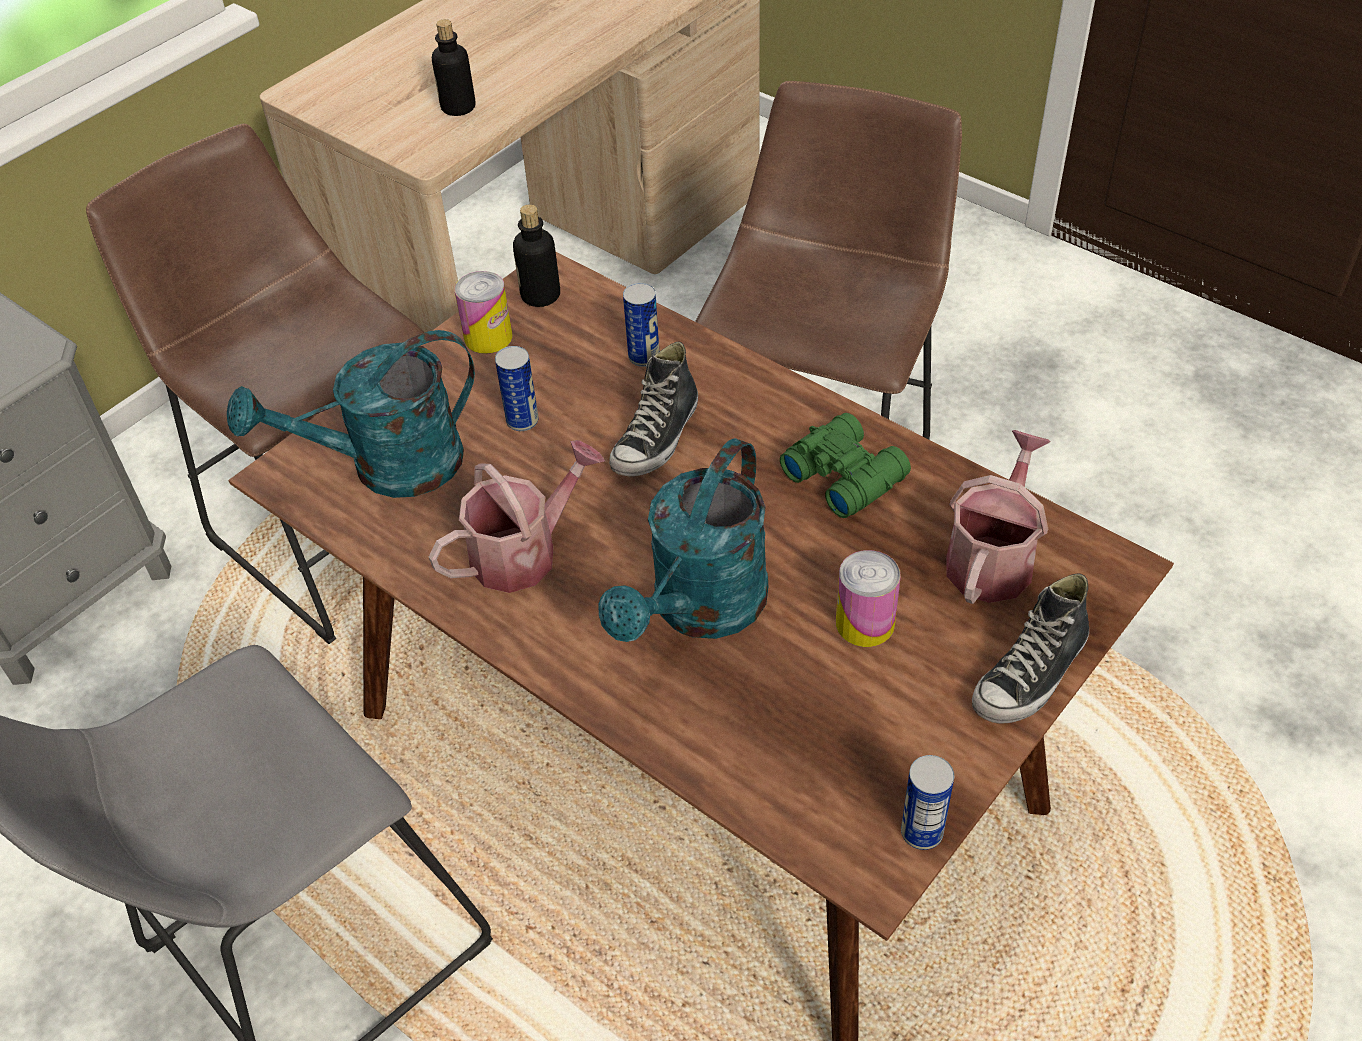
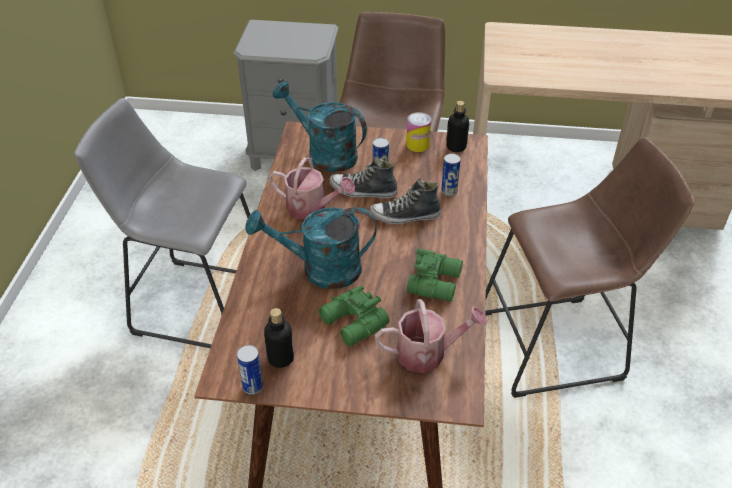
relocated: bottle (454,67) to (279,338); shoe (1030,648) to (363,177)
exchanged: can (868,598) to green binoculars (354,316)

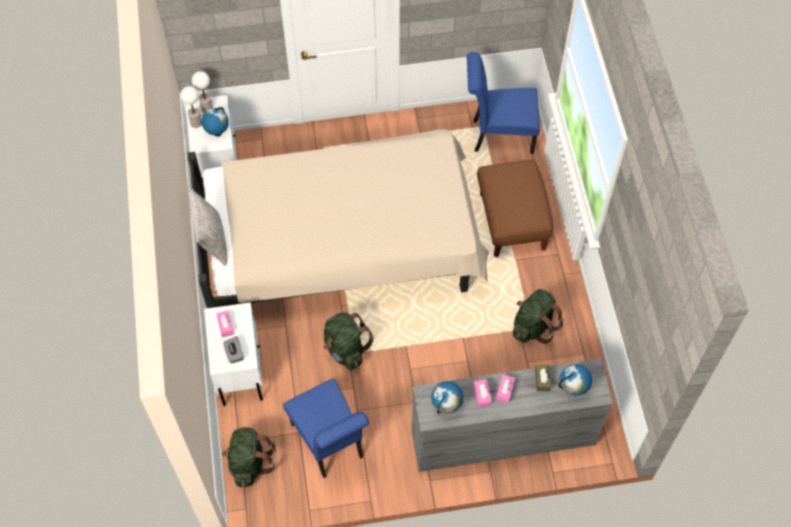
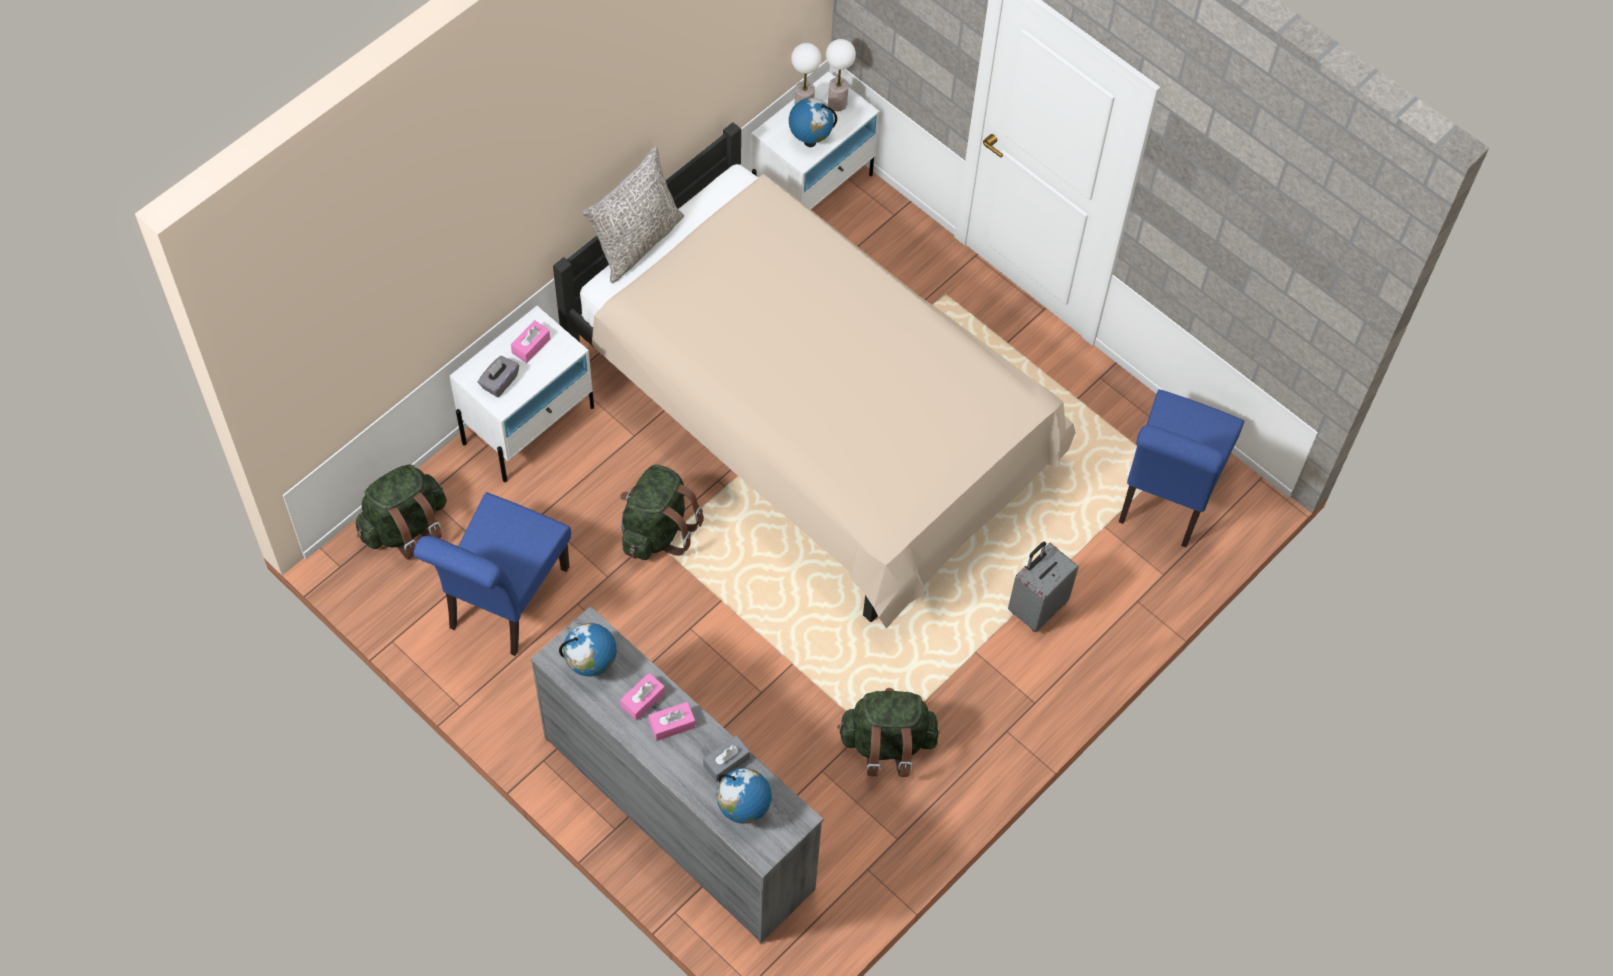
exchanged: brown ottoman (515,208) to grey suitcase (1043,586)
colour: brown tissue box (543,378) to grey tissue box (726,758)
spun: blue chair (503,103) = (1181,468) 120 degrees counterclockwise

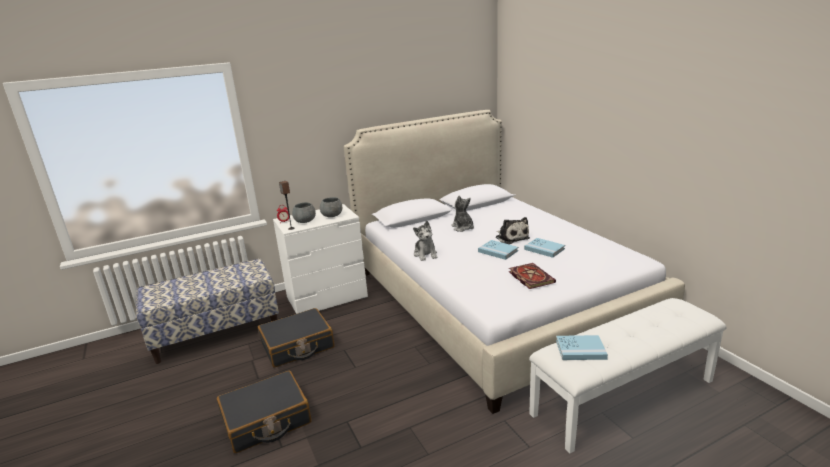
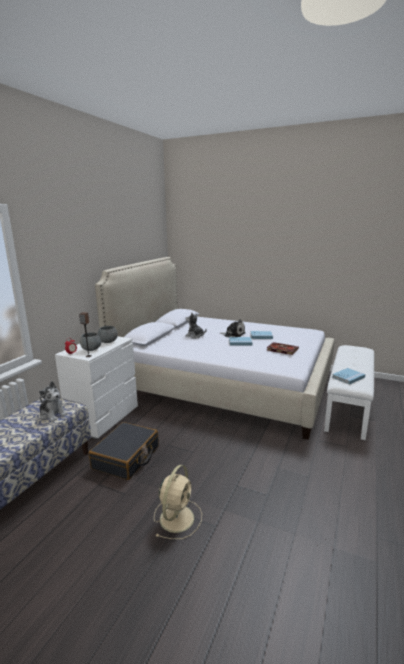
relocated: plush toy (425,241) to (53,401)
exchanged: black suitcase (264,412) to beige fan (178,502)

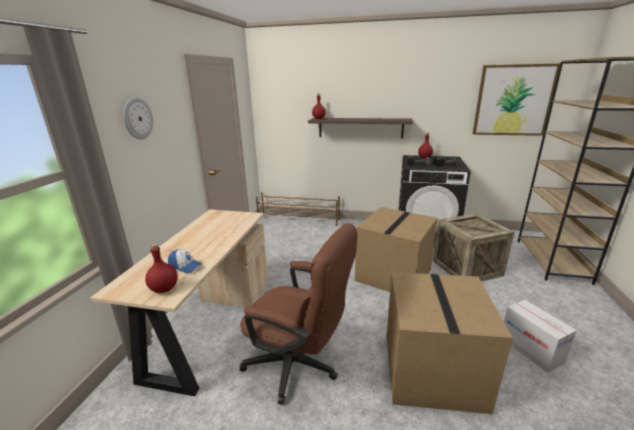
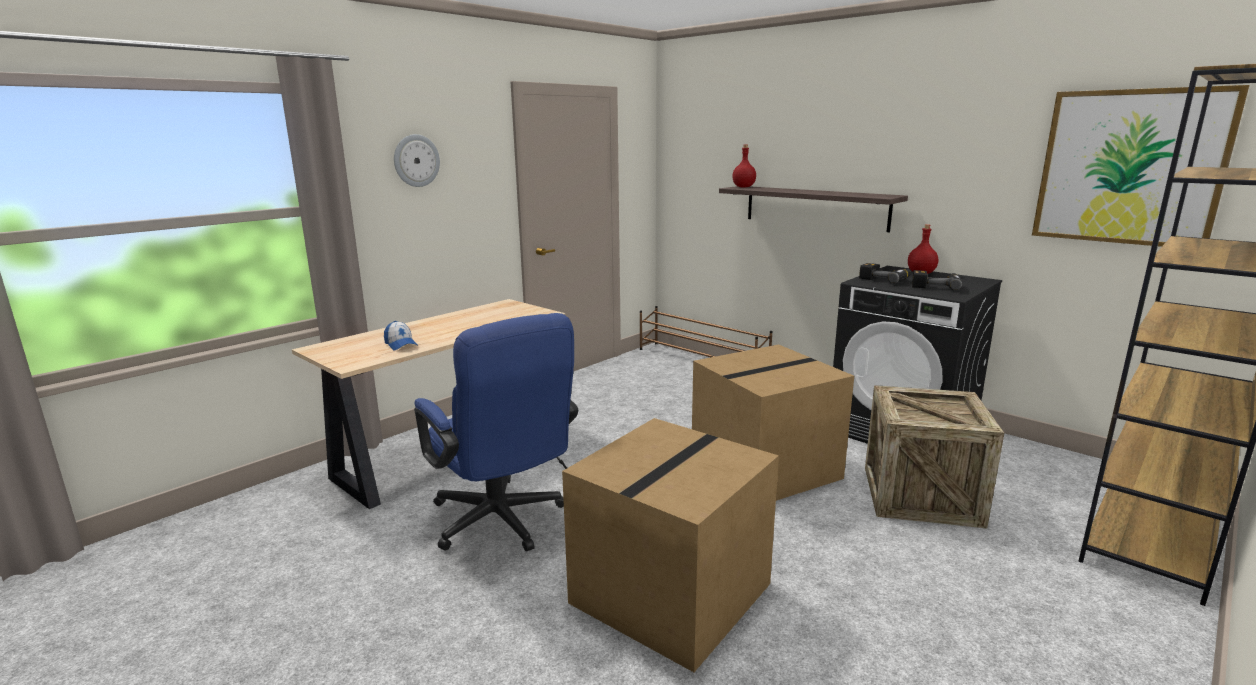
missing: red bottle (161,268); cardboard box (540,336)
colour: brown office chair (298,314) to blue office chair (496,432)

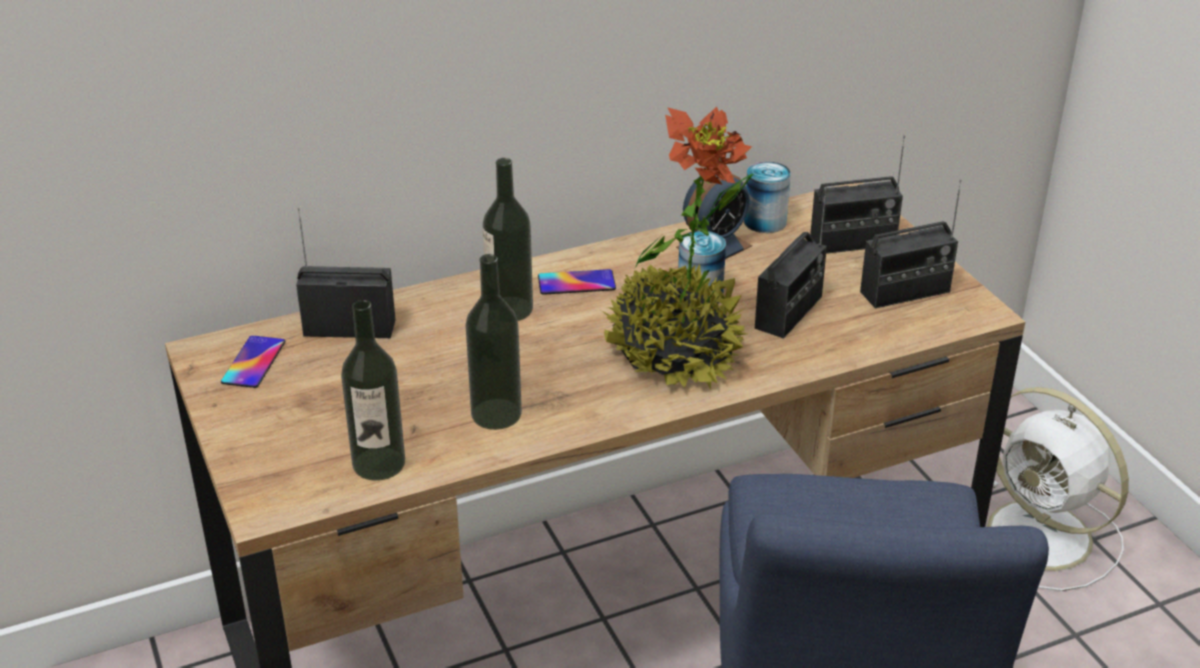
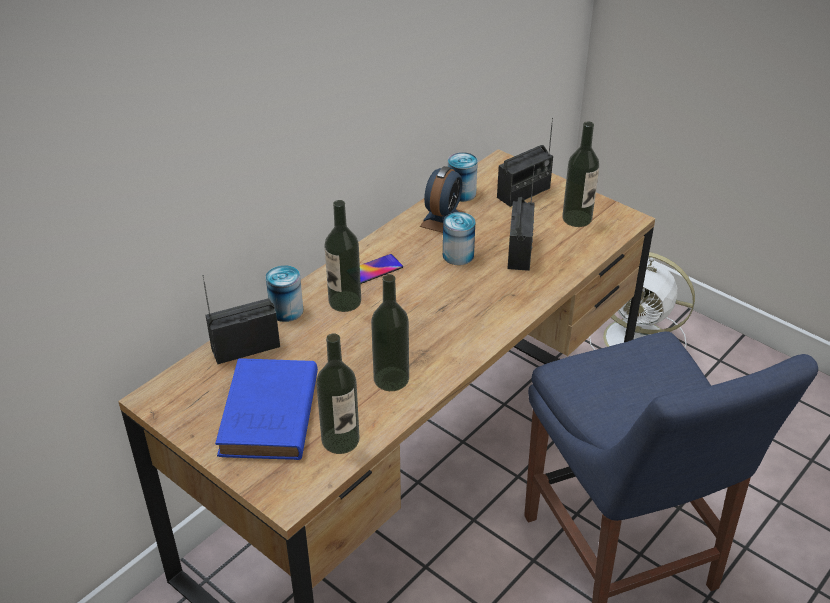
missing: potted plant (677,248); phone (253,362)
appeared: can (284,293); blue book (266,409)
exchanged: radio (910,244) to bottle (580,174)

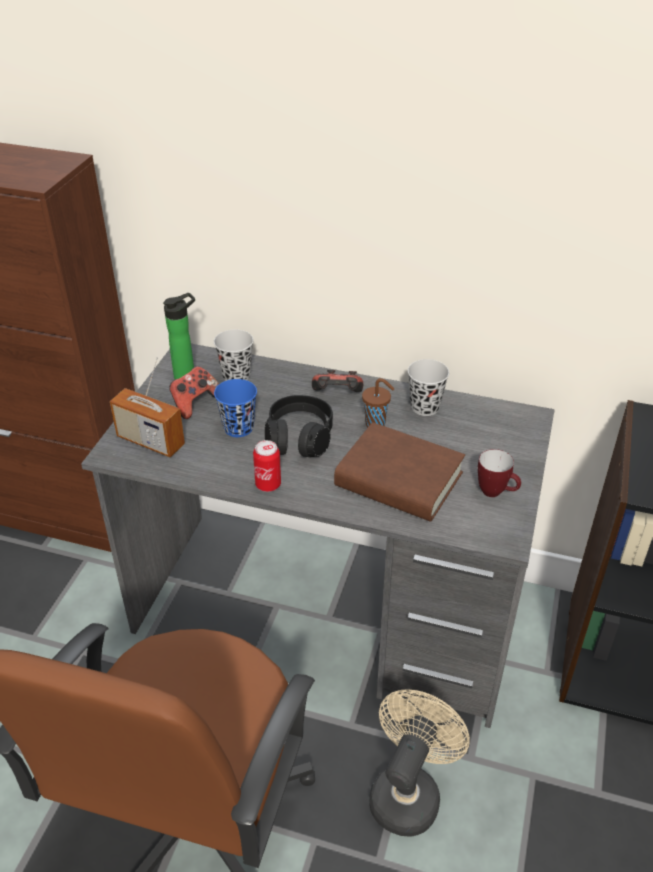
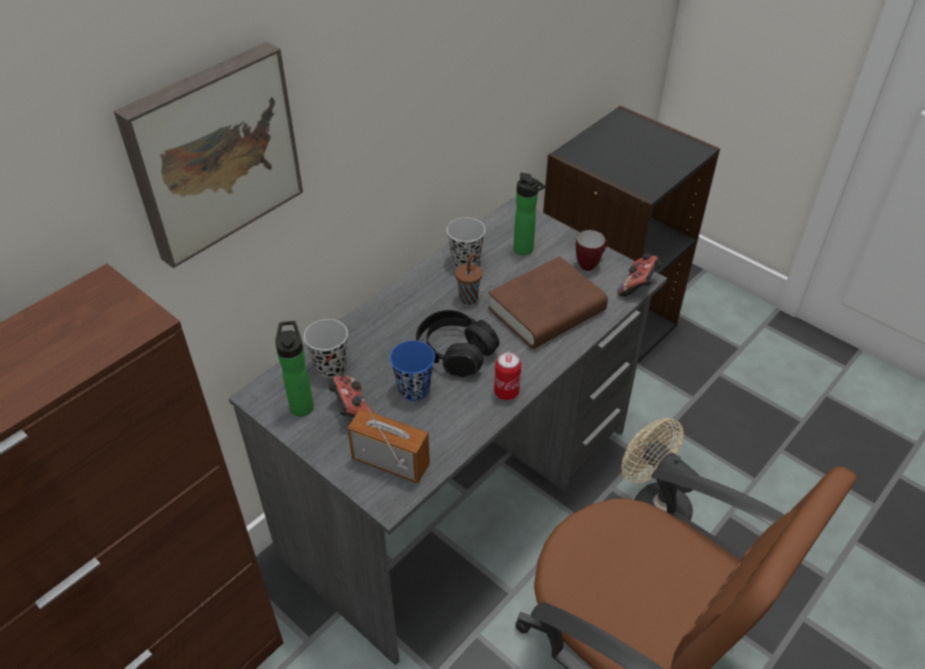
appeared: picture (208,155); bottle (529,214)
relocated: game controller (337,381) to (639,275)
spun: radio (147,407) = (388,441) 120 degrees counterclockwise

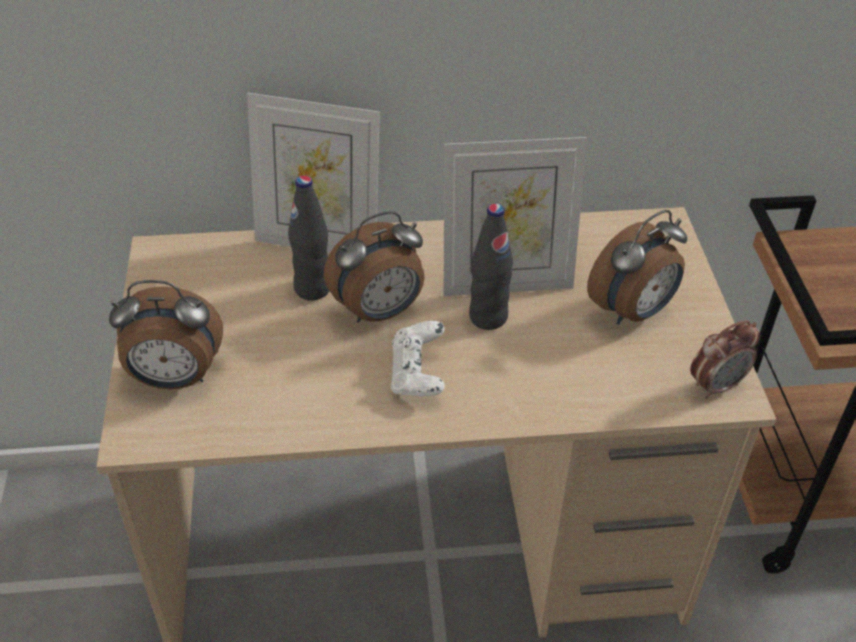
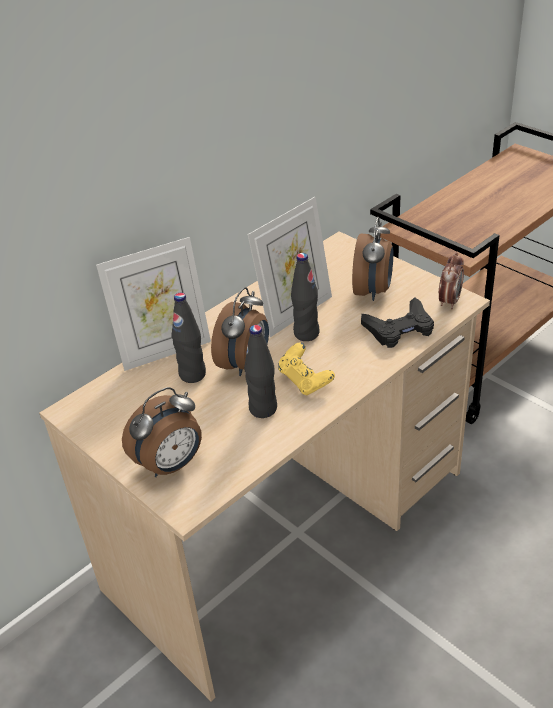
appeared: black game controller (397,322); black bottle (260,371)
colour: white game controller (418,358) to yellow game controller (306,368)

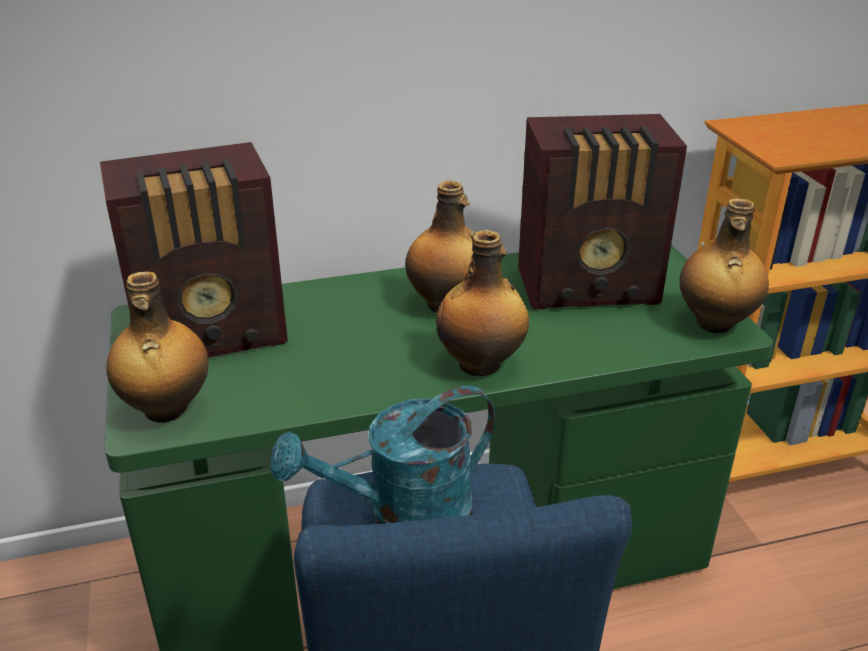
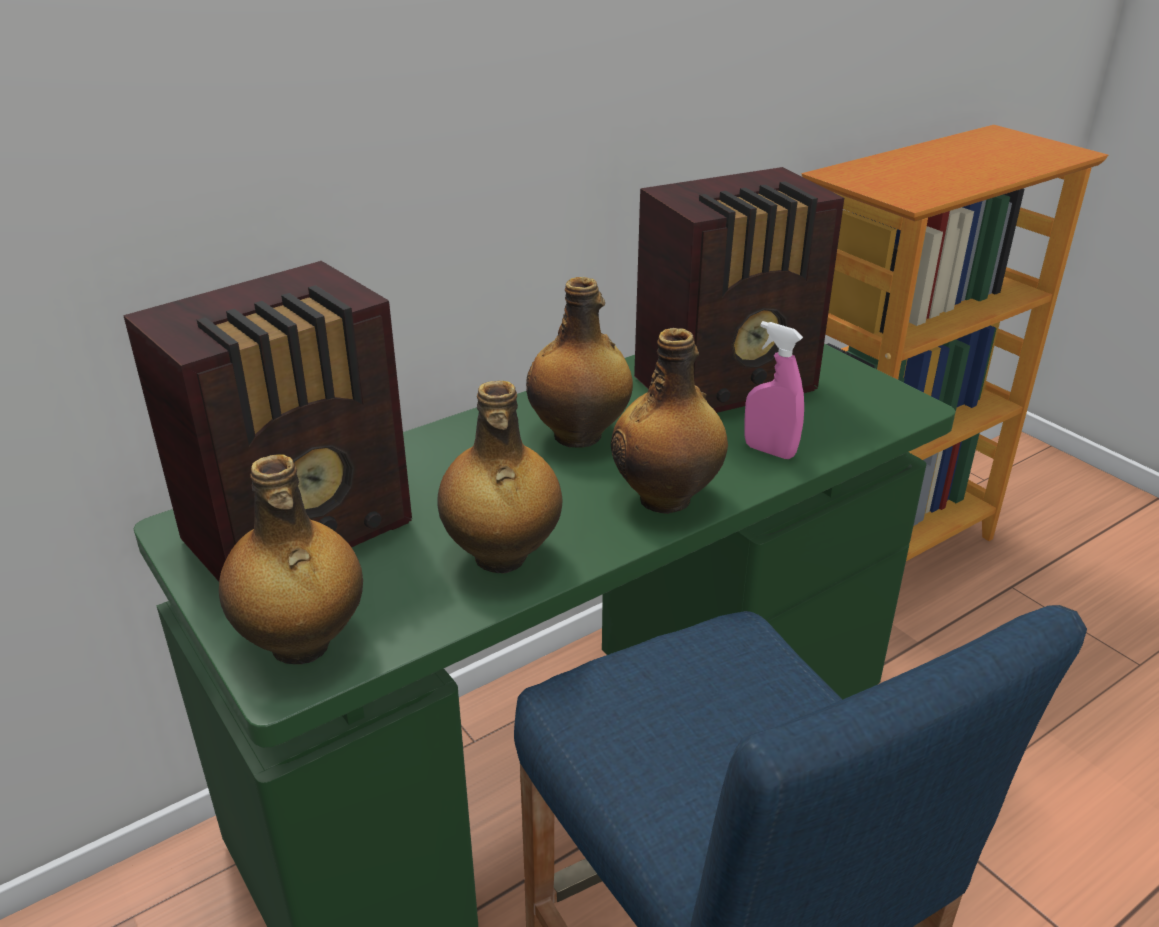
missing: turquoise watering can (383,454)
appeared: pink spray bottle (774,390)
relocated: bottle (724,266) to (500,477)

